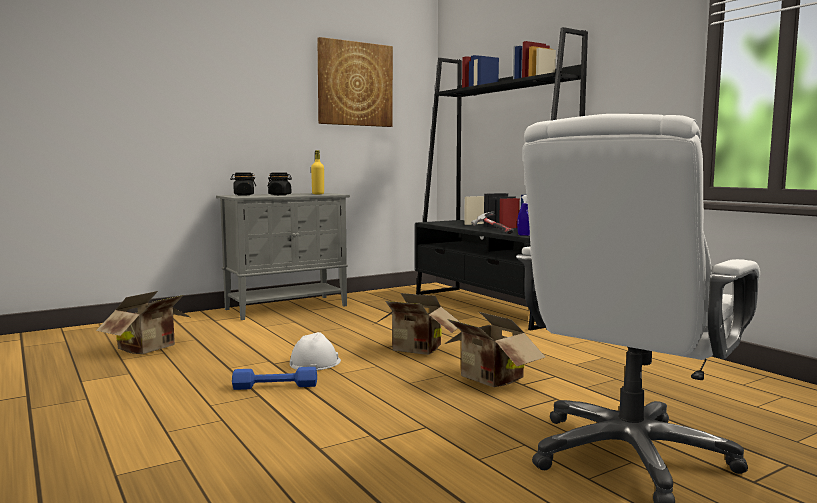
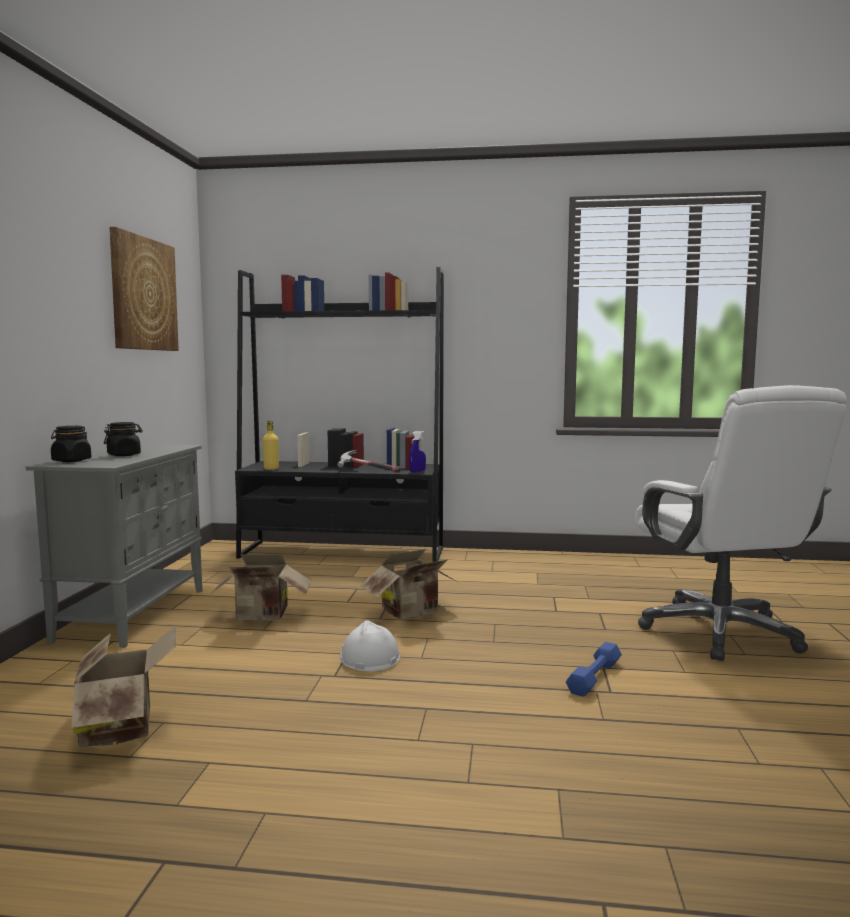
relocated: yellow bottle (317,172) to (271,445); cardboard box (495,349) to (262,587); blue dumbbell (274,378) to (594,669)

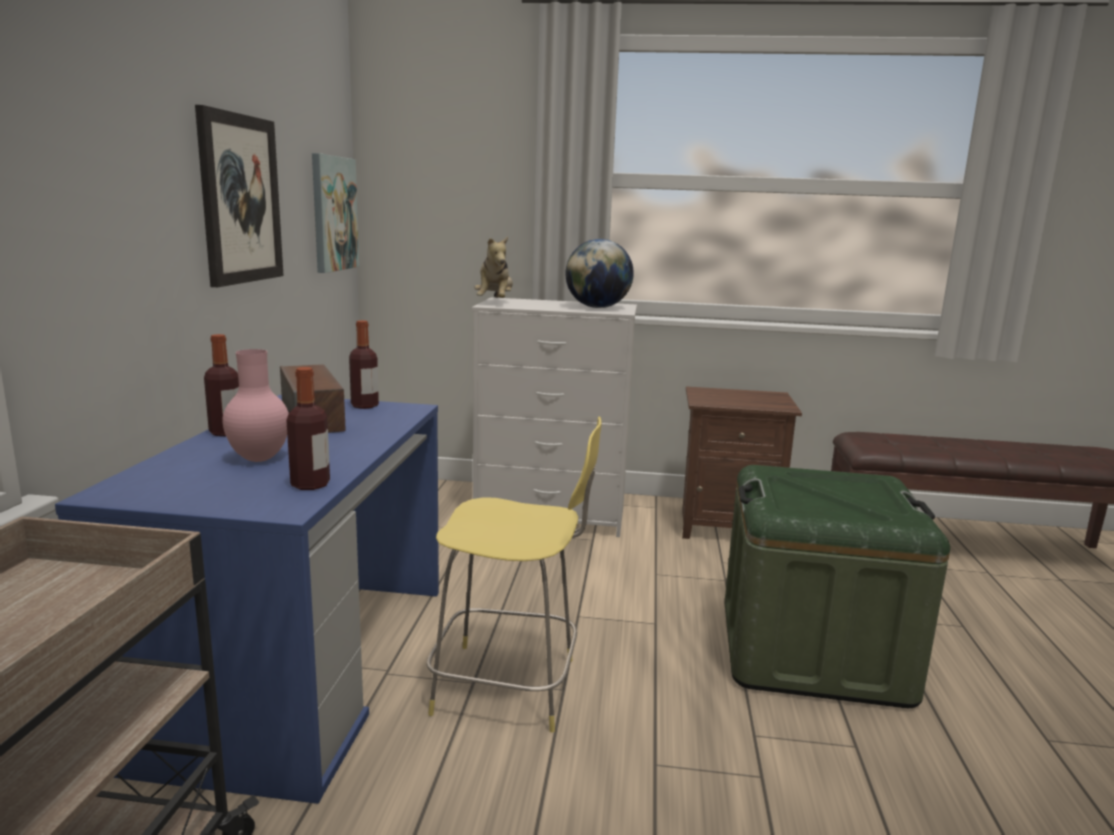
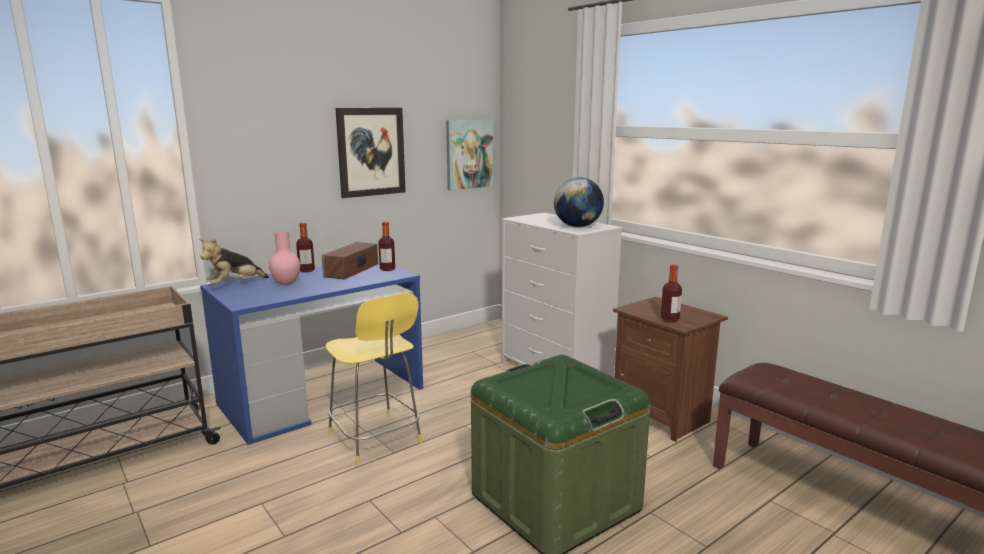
relocated: plush toy (494,267) to (234,261); bottle (308,428) to (671,293)

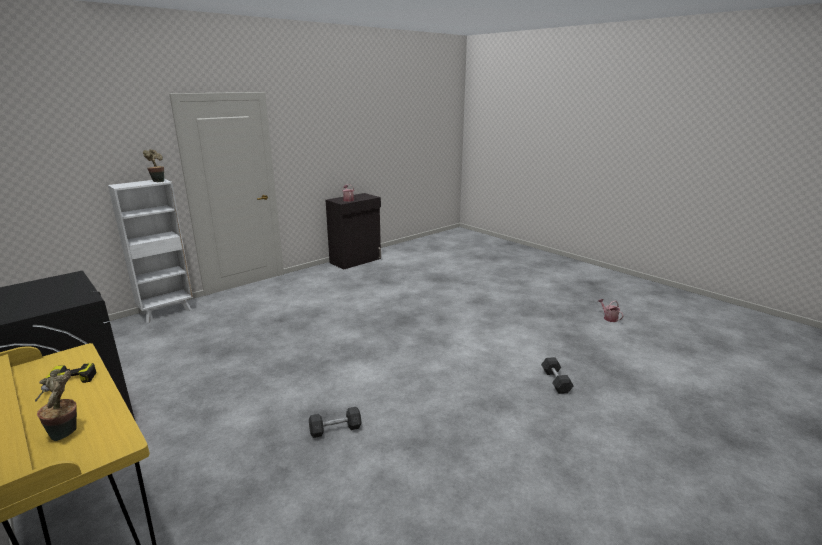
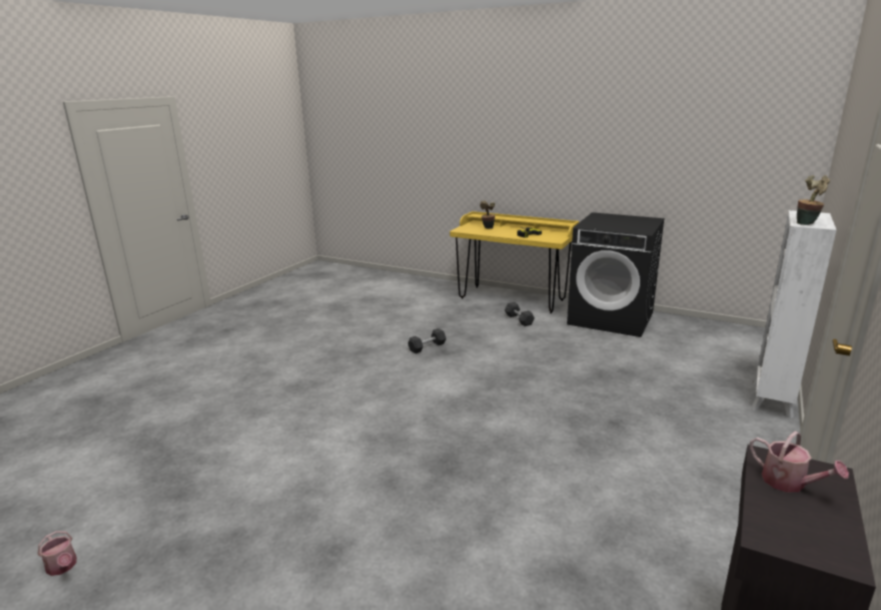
relocated: grey dumbbell (557,375) to (519,314)

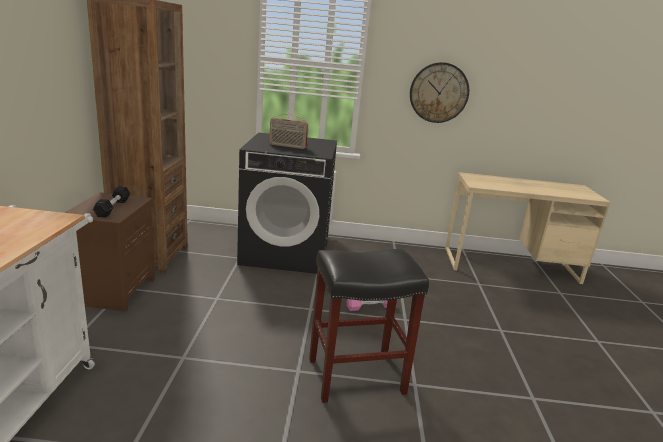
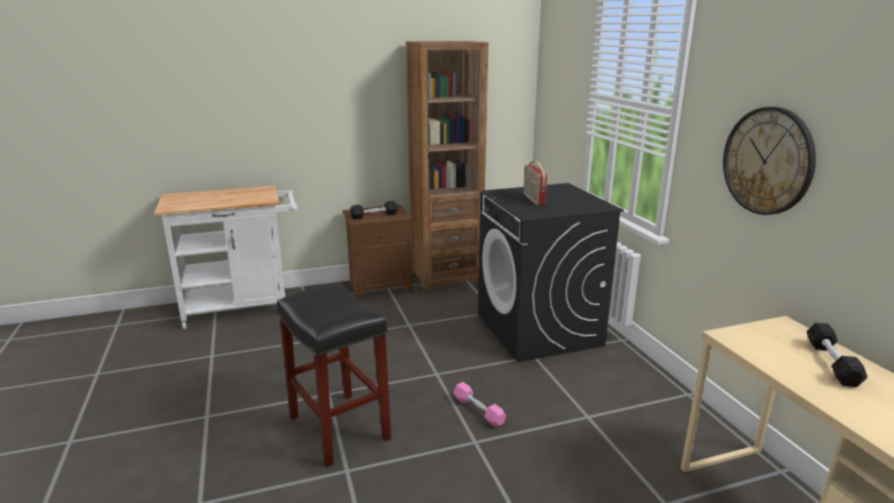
appeared: black dumbbell (837,355)

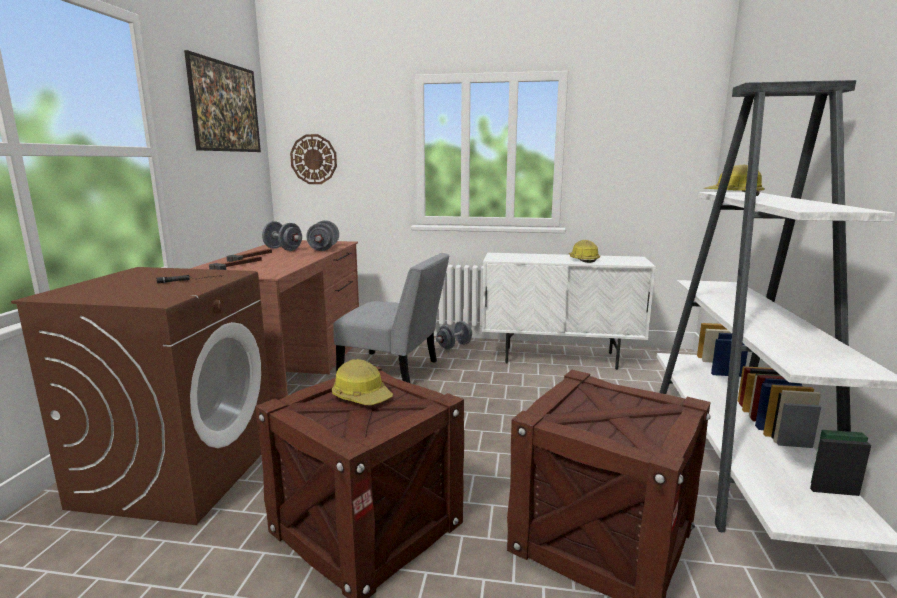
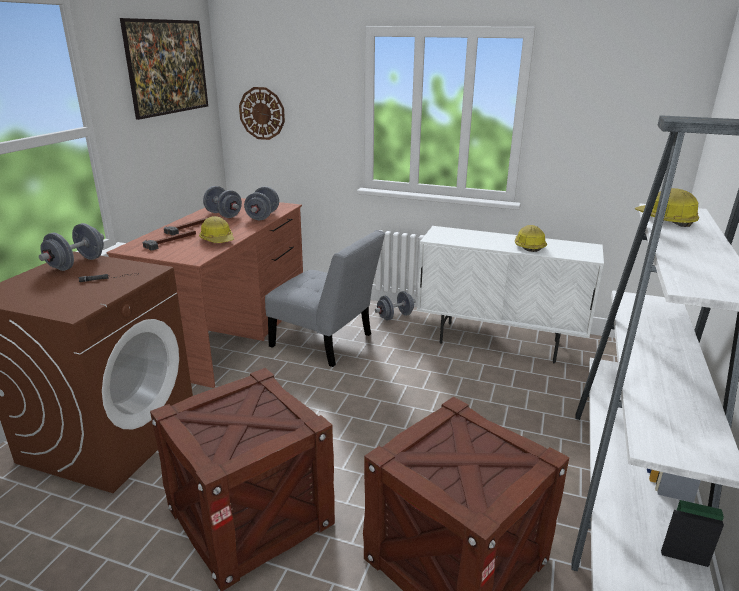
appeared: grey dumbbell (71,247)
relocated: hard hat (362,382) to (216,229)

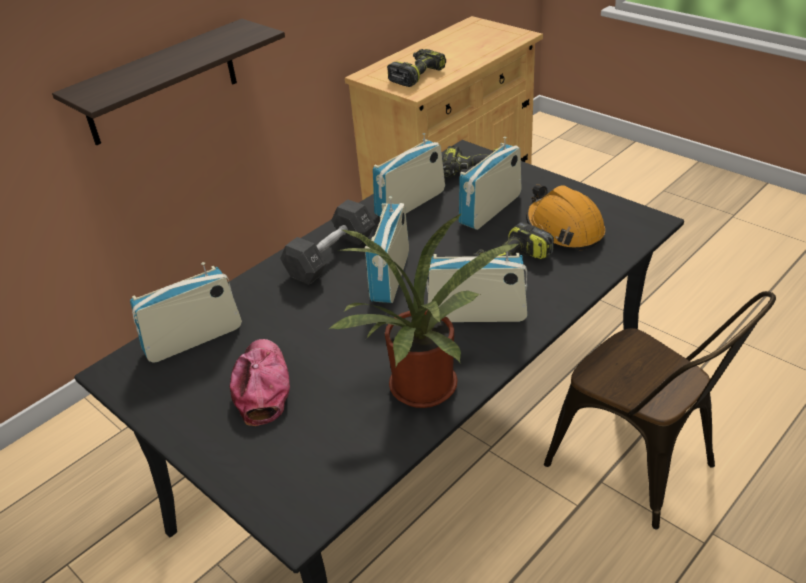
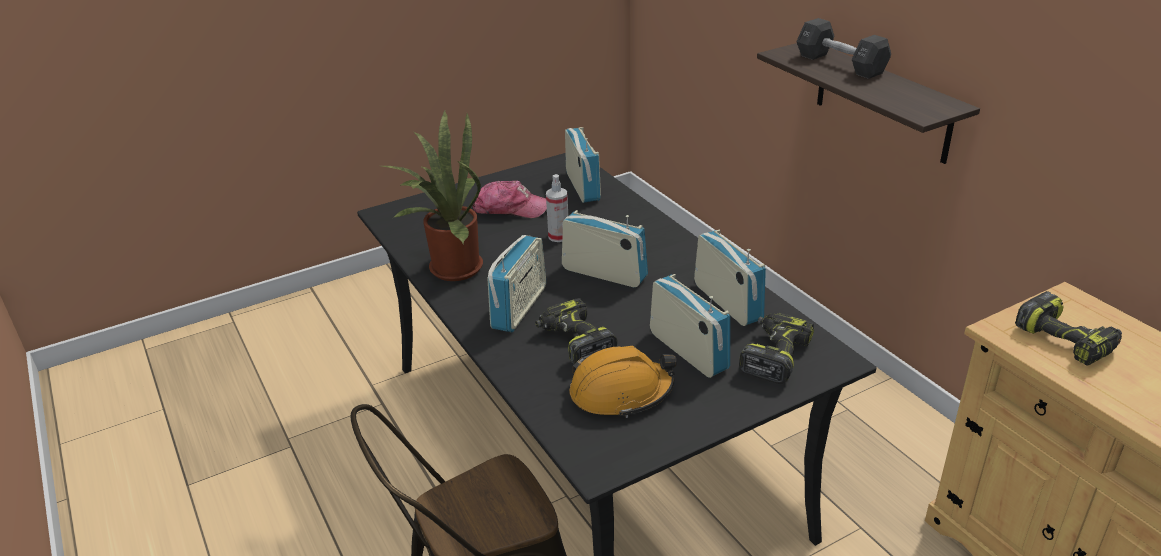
appeared: spray bottle (557,208)
relocated: black dumbbell (327,242) to (843,48)

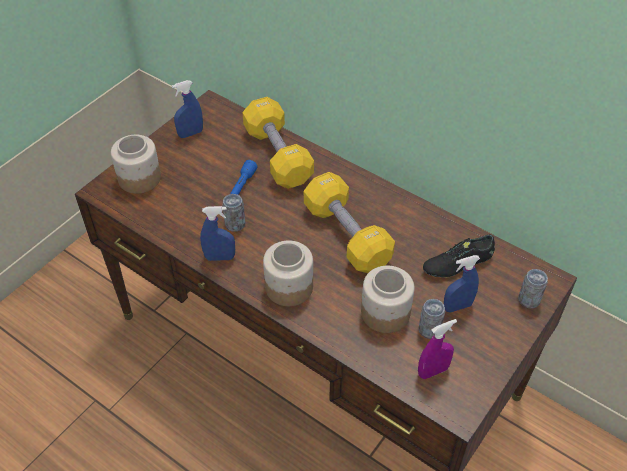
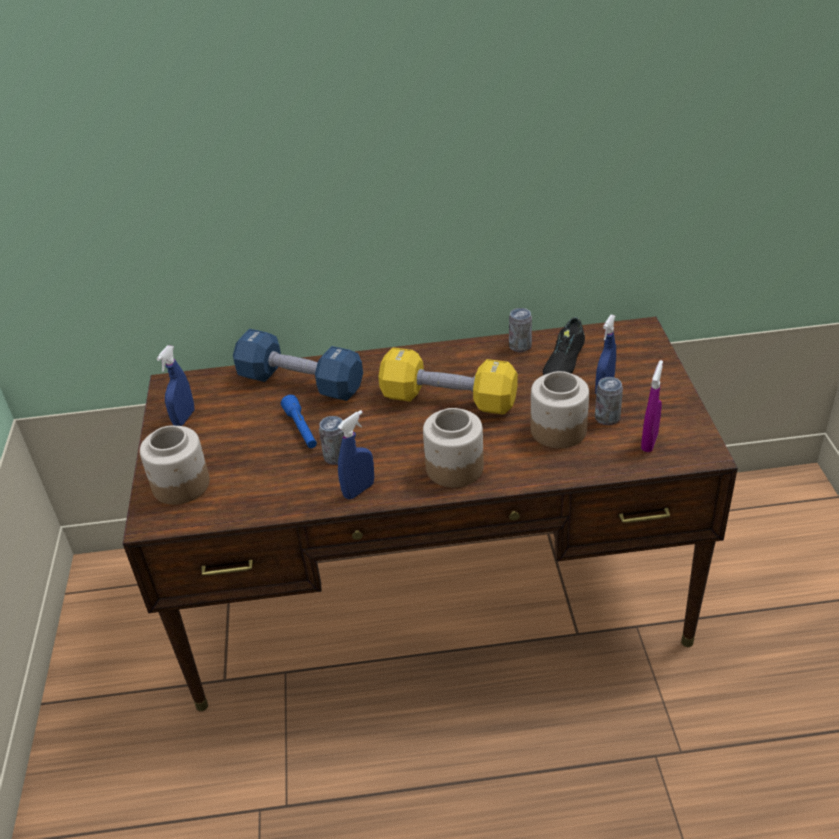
relocated: can (533,288) to (520,330)
colour: yellow dumbbell (278,143) to blue dumbbell (298,365)

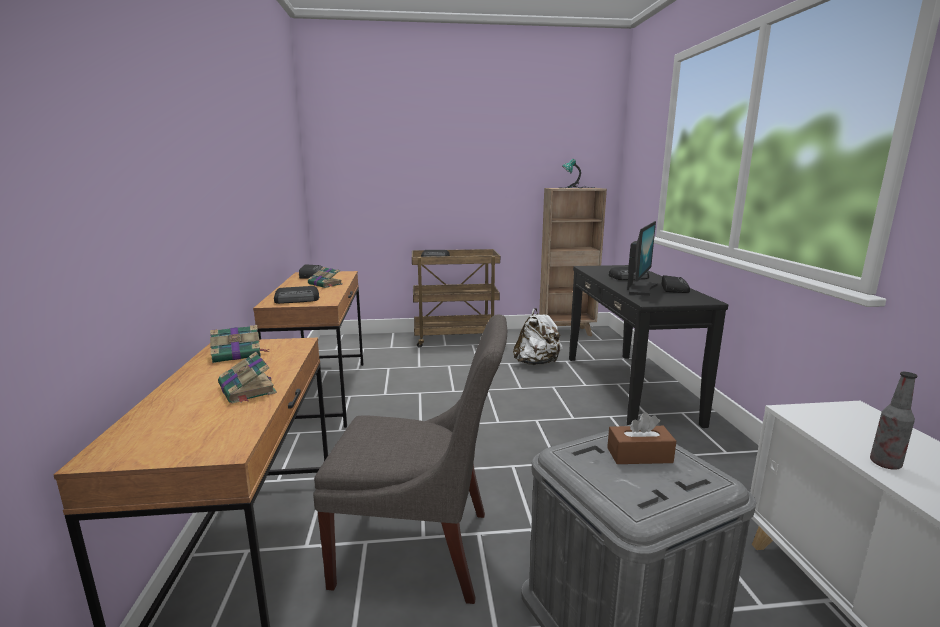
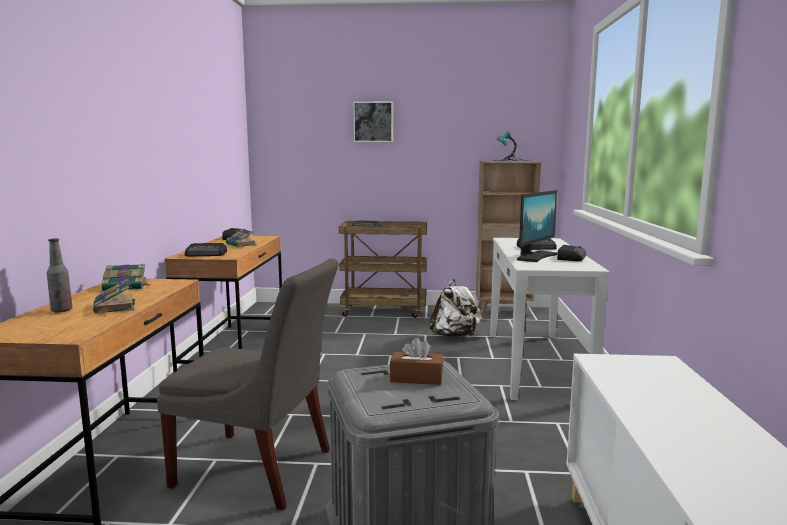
appeared: picture (373,121)
relocated: bottle (893,421) to (59,275)
colour: black console table (648,346) to white console table (550,319)

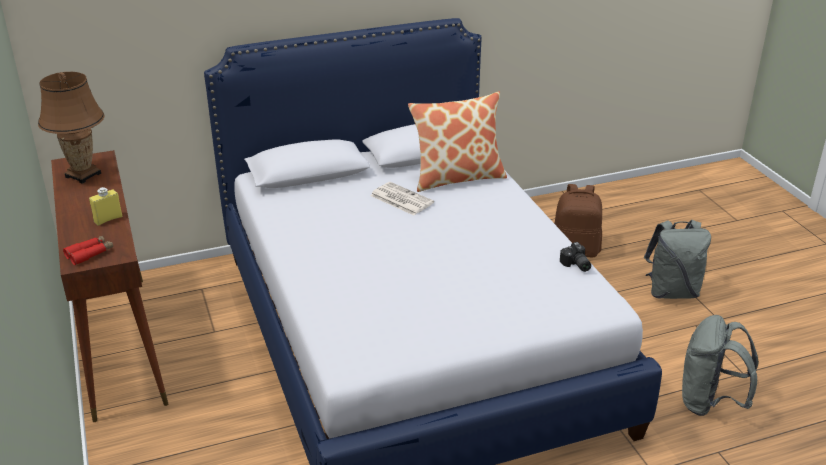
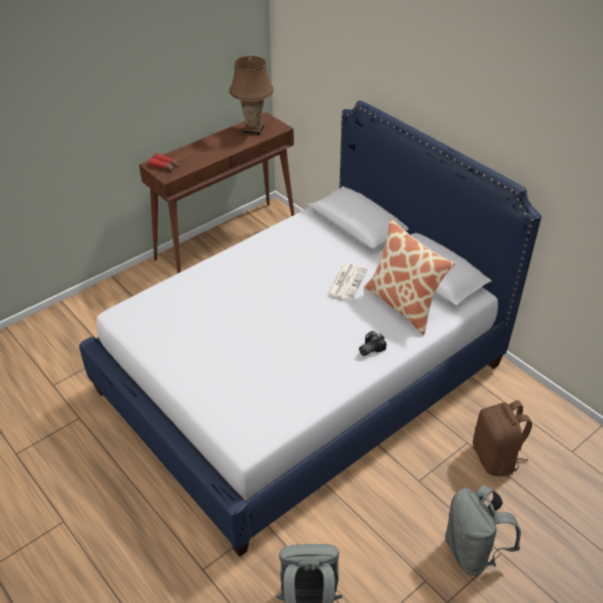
missing: yellow bottle (105,206)
relocated: photo camera (575,257) to (373,343)

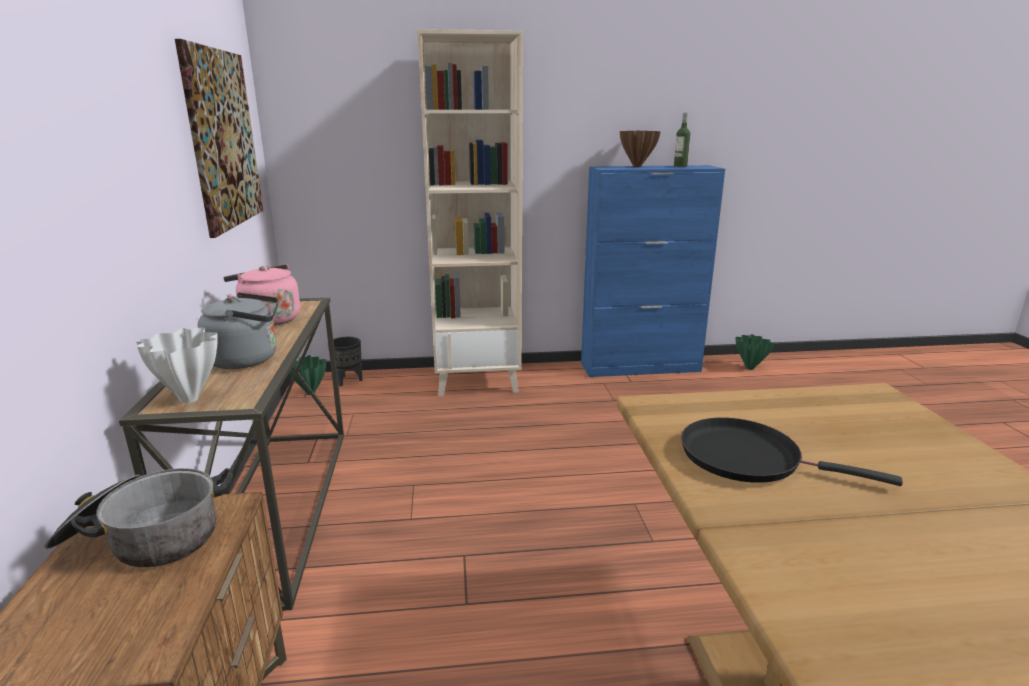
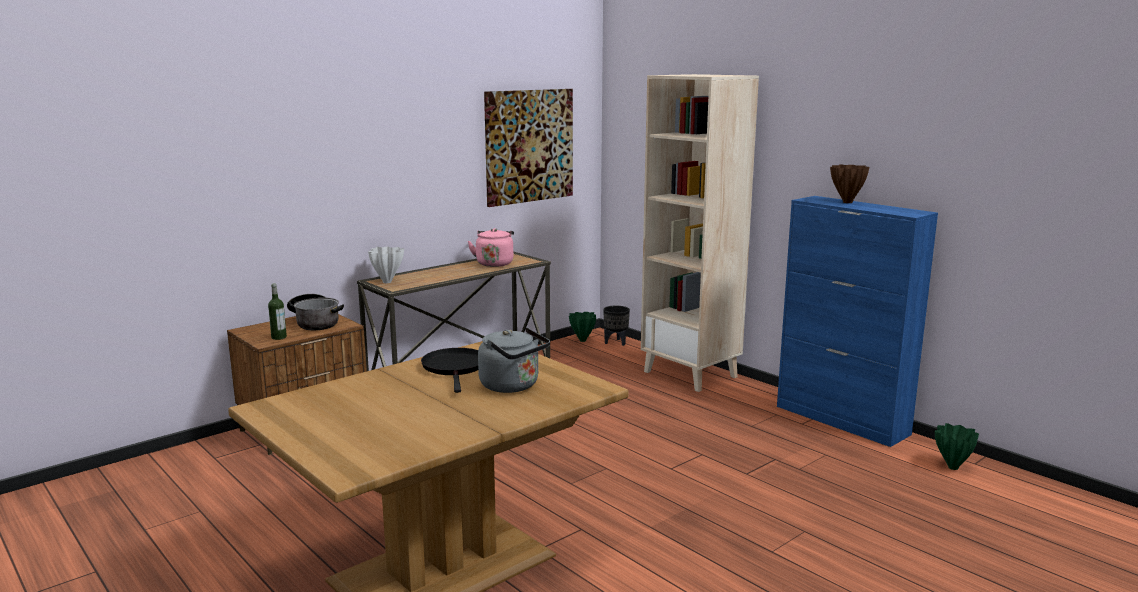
relocated: bottle (682,140) to (277,311); grey kettle (238,330) to (514,360)

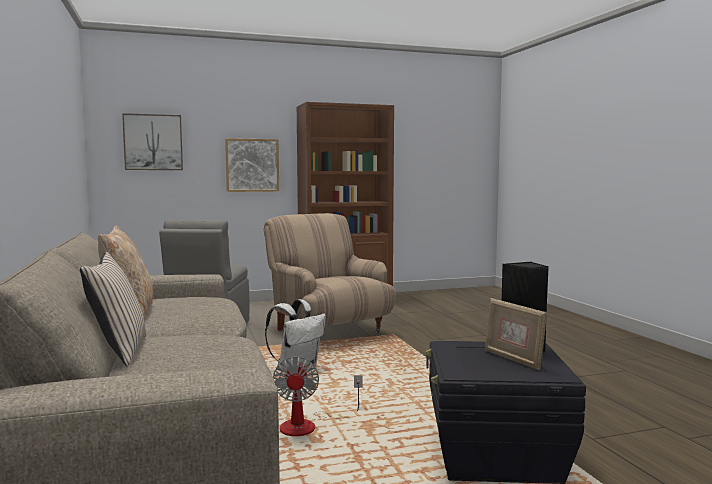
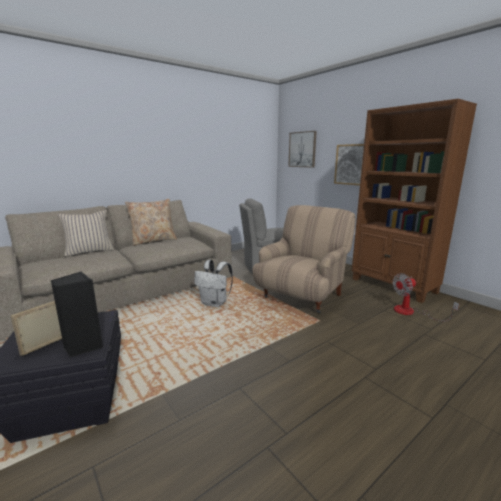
relocated: fan (317,396) to (425,297)

